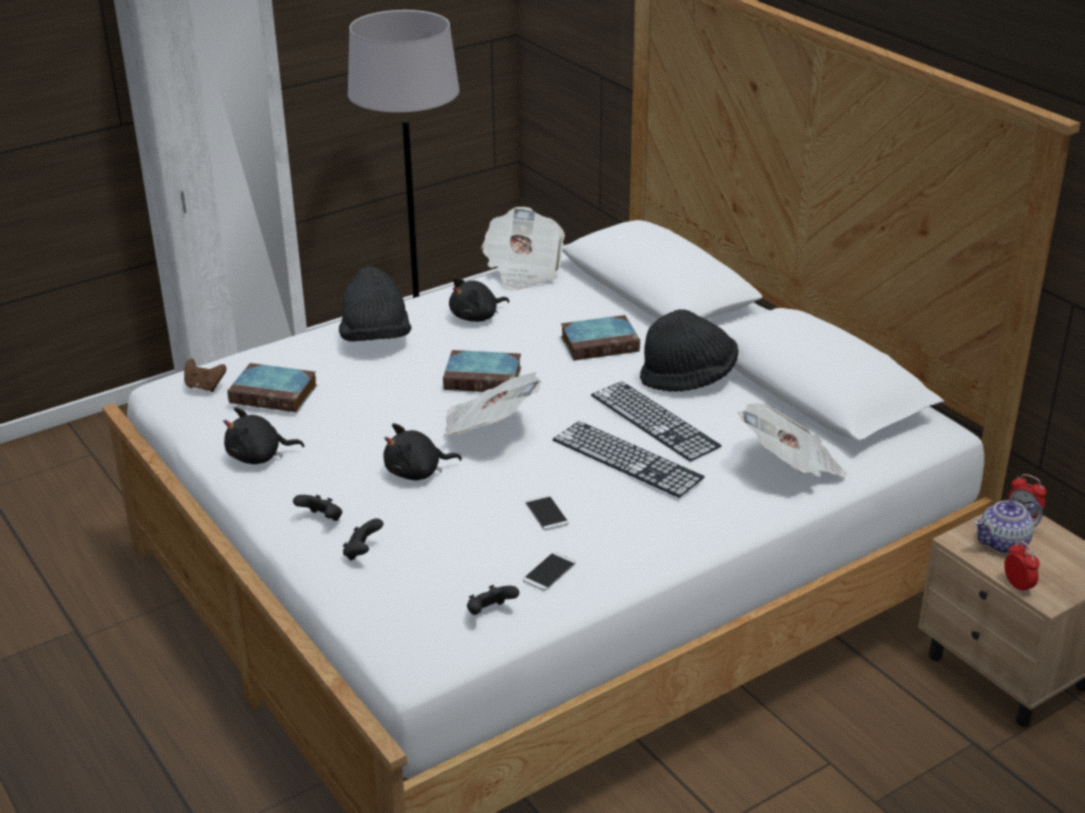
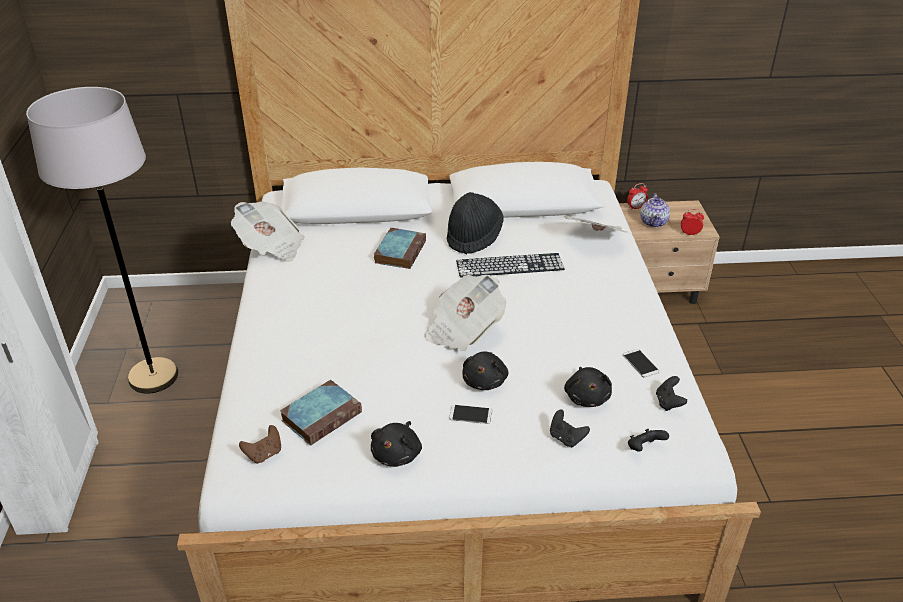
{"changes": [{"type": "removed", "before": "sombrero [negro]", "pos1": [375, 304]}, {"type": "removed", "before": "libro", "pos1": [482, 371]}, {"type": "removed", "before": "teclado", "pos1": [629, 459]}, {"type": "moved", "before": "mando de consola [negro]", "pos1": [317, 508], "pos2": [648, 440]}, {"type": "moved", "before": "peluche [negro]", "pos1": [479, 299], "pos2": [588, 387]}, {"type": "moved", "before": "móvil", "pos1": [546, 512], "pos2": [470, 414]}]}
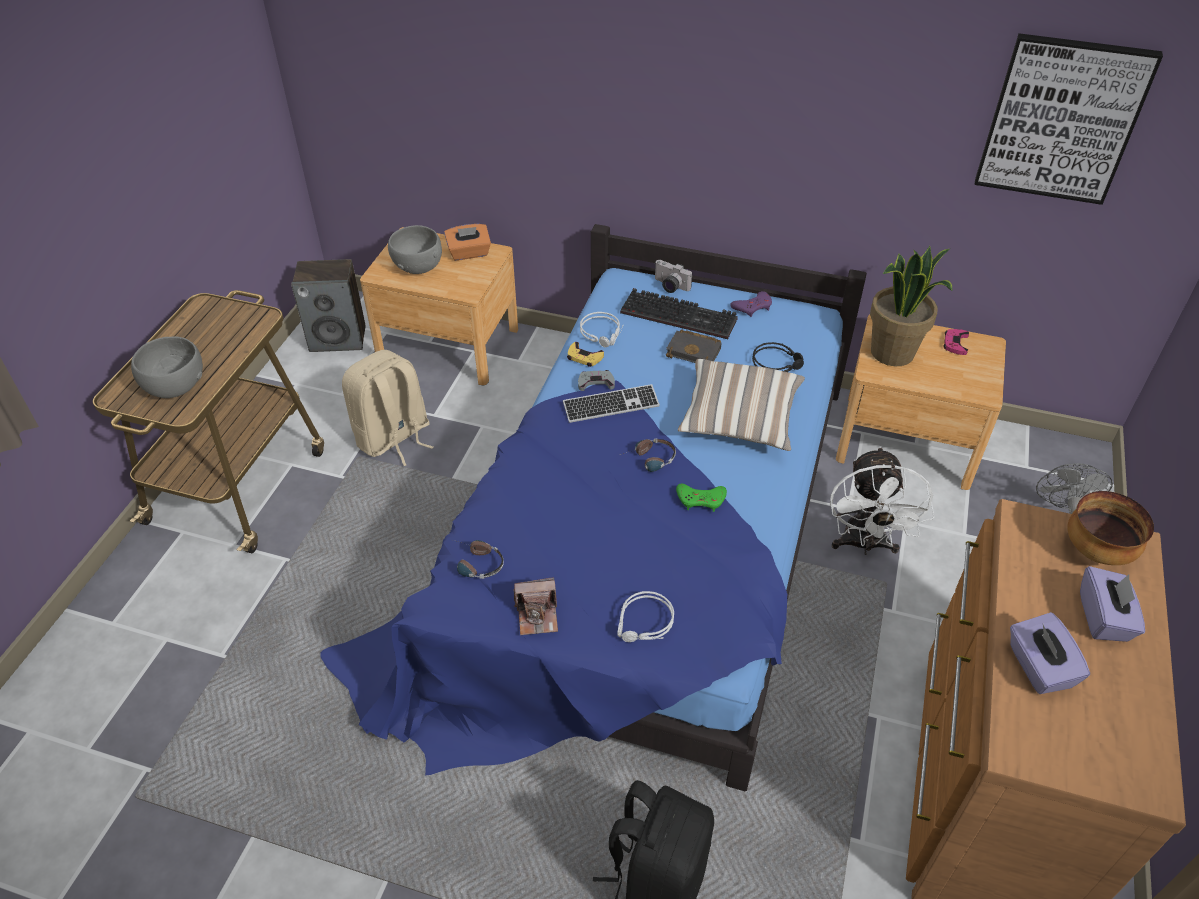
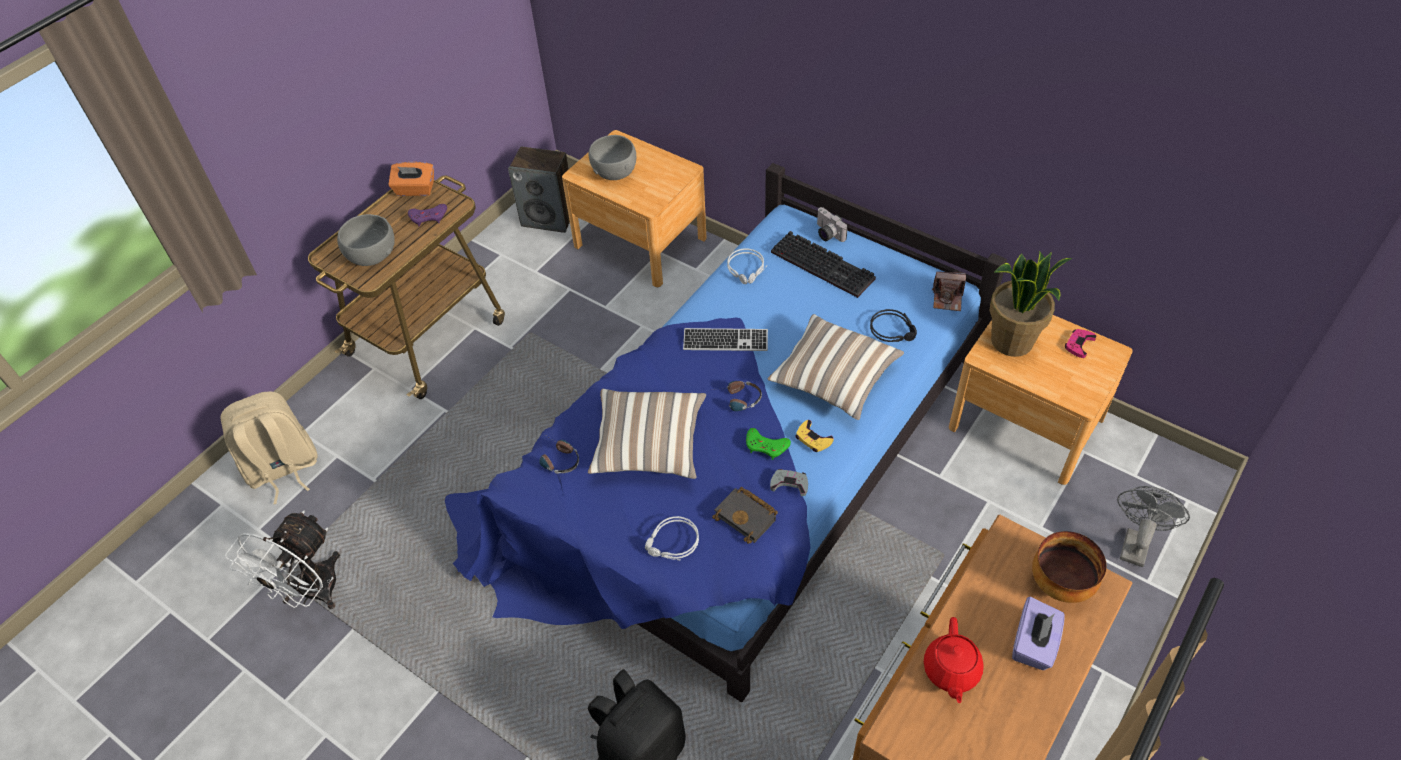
{"changes": [{"type": "removed", "before": "cuadro", "pos1": [1068, 119]}, {"type": "added", "after": "cojín", "pos2": [647, 434]}, {"type": "moved", "before": "mochila [beis]", "pos1": [388, 408], "pos2": [269, 447]}, {"type": "moved", "before": "caja de pañuelos [naranja]", "pos1": [467, 242], "pos2": [411, 179]}, {"type": "moved", "before": "cámara", "pos1": [535, 606], "pos2": [949, 291]}, {"type": "moved", "before": "mando de consola [amarillo]", "pos1": [585, 354], "pos2": [814, 436]}, {"type": "moved", "before": "mando de consola [gris]", "pos1": [596, 380], "pos2": [789, 482]}, {"type": "moved", "before": "libro [negro]", "pos1": [694, 346], "pos2": [745, 515]}, {"type": "moved", "before": "mando de consola [morado]", "pos1": [751, 304], "pos2": [427, 215]}, {"type": "moved", "before": "ventilador [blanco]", "pos1": [882, 500], "pos2": [282, 559]}, {"type": "replaced", "before": "caja de pañuelos [morado]", "after": "tetera [rojo]", "pos1": [1050, 653], "pos2": [954, 660]}]}
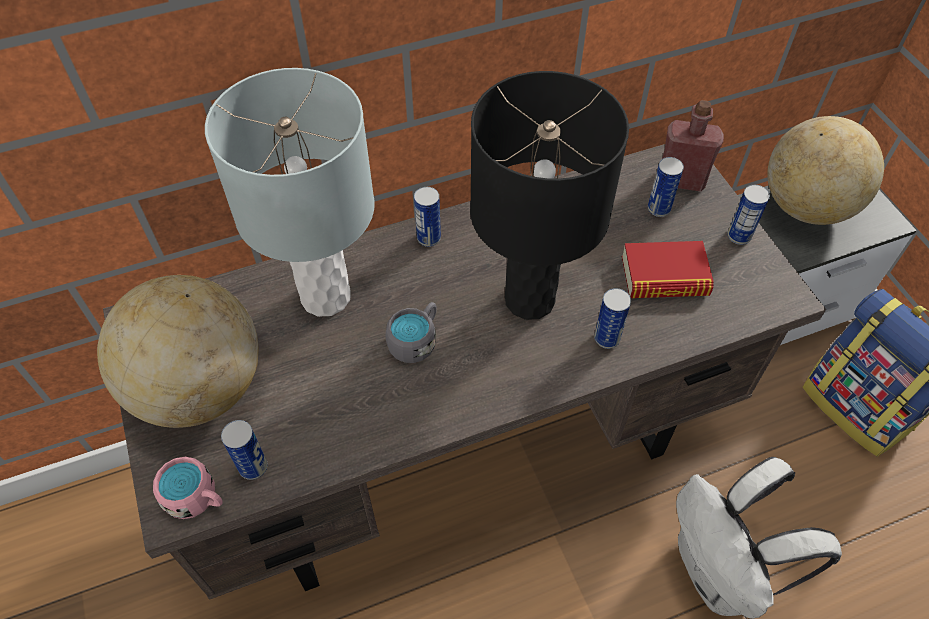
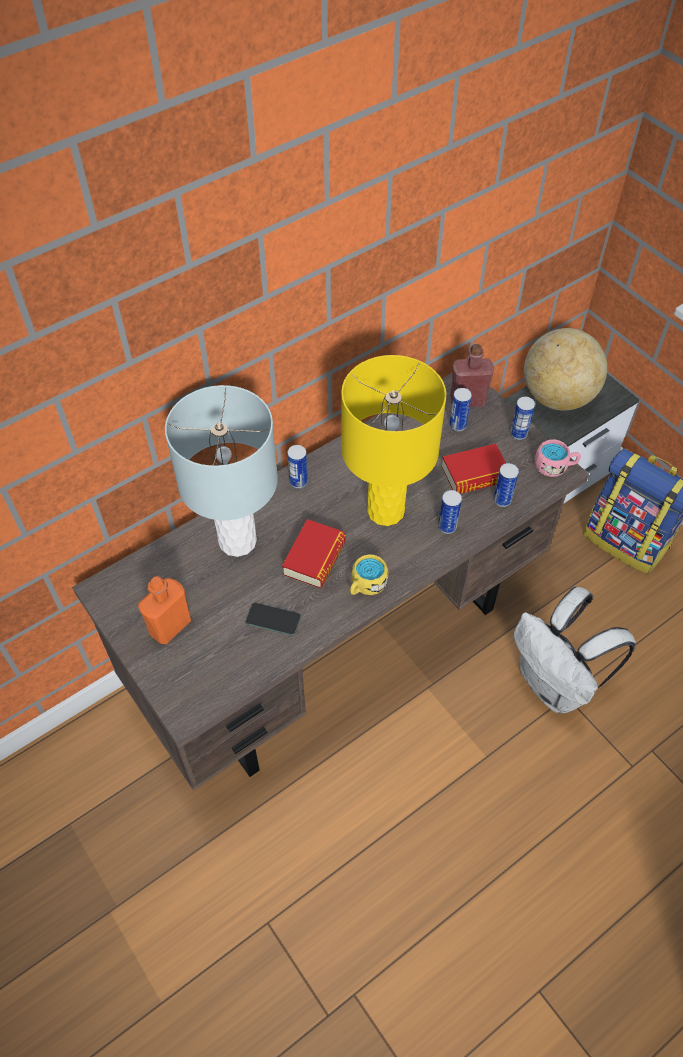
{"changes": [{"type": "added", "after": "móvil", "pos2": [273, 619]}, {"type": "added", "after": "taza grande [amarillo]", "pos2": [369, 574]}, {"type": "moved", "before": "taza grande [rosa]", "pos1": [188, 488], "pos2": [557, 458]}, {"type": "moved", "before": "lata", "pos1": [244, 450], "pos2": [506, 485]}, {"type": "replaced", "before": "globo terráqueo", "after": "botella [naranja]", "pos1": [177, 351], "pos2": [164, 610]}, {"type": "replaced", "before": "taza grande [gris]", "after": "libro", "pos1": [411, 332], "pos2": [314, 553]}, {"type": "recoloured", "before": "lámpara de mesa [negro]", "after": "lámpara de mesa [amarillo]", "pos1": [549, 195], "pos2": [393, 440]}]}
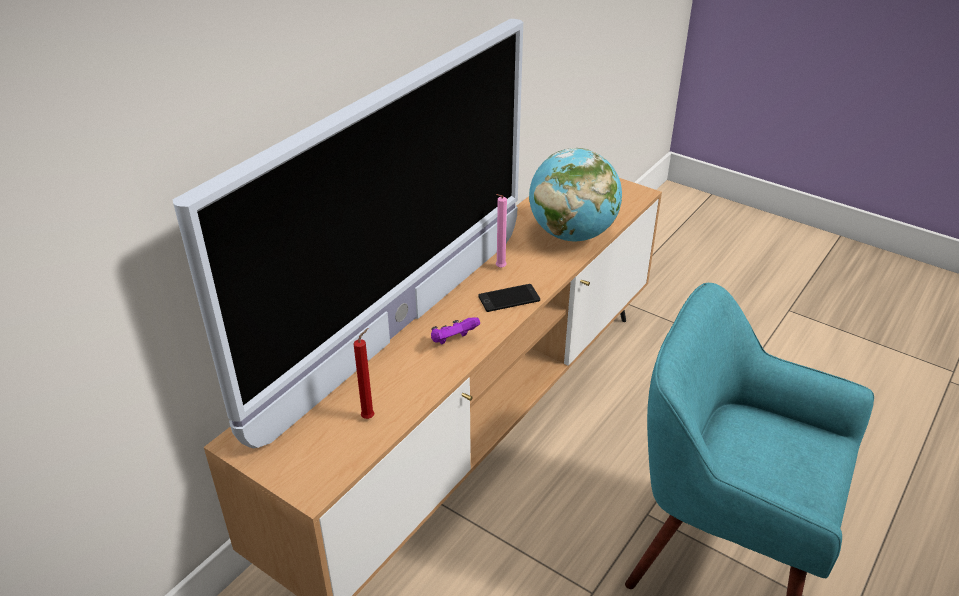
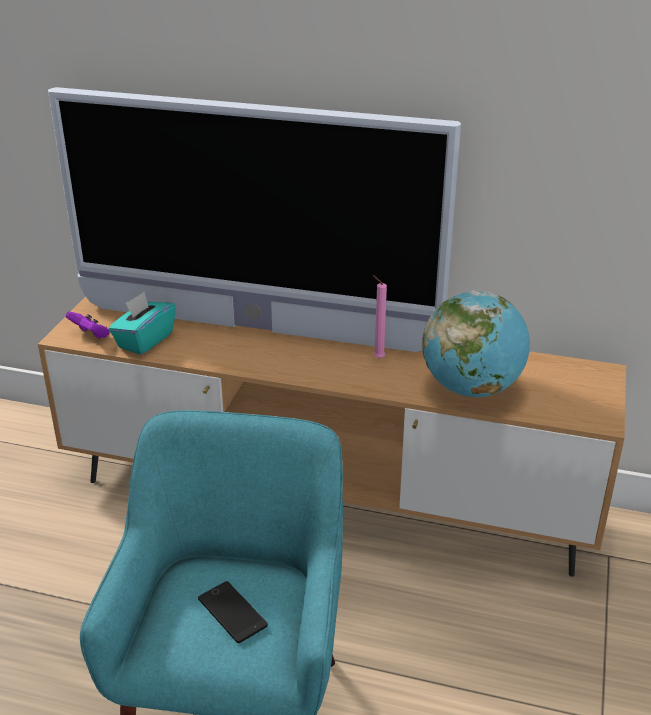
{"changes": [{"type": "moved", "before": "mando de consola [morado]", "pos1": [455, 330], "pos2": [88, 325]}, {"type": "moved", "before": "móvil", "pos1": [509, 298], "pos2": [233, 612]}, {"type": "replaced", "before": "vela [rojo]", "after": "caja de pañuelos [turquesa]", "pos1": [364, 373], "pos2": [142, 323]}]}
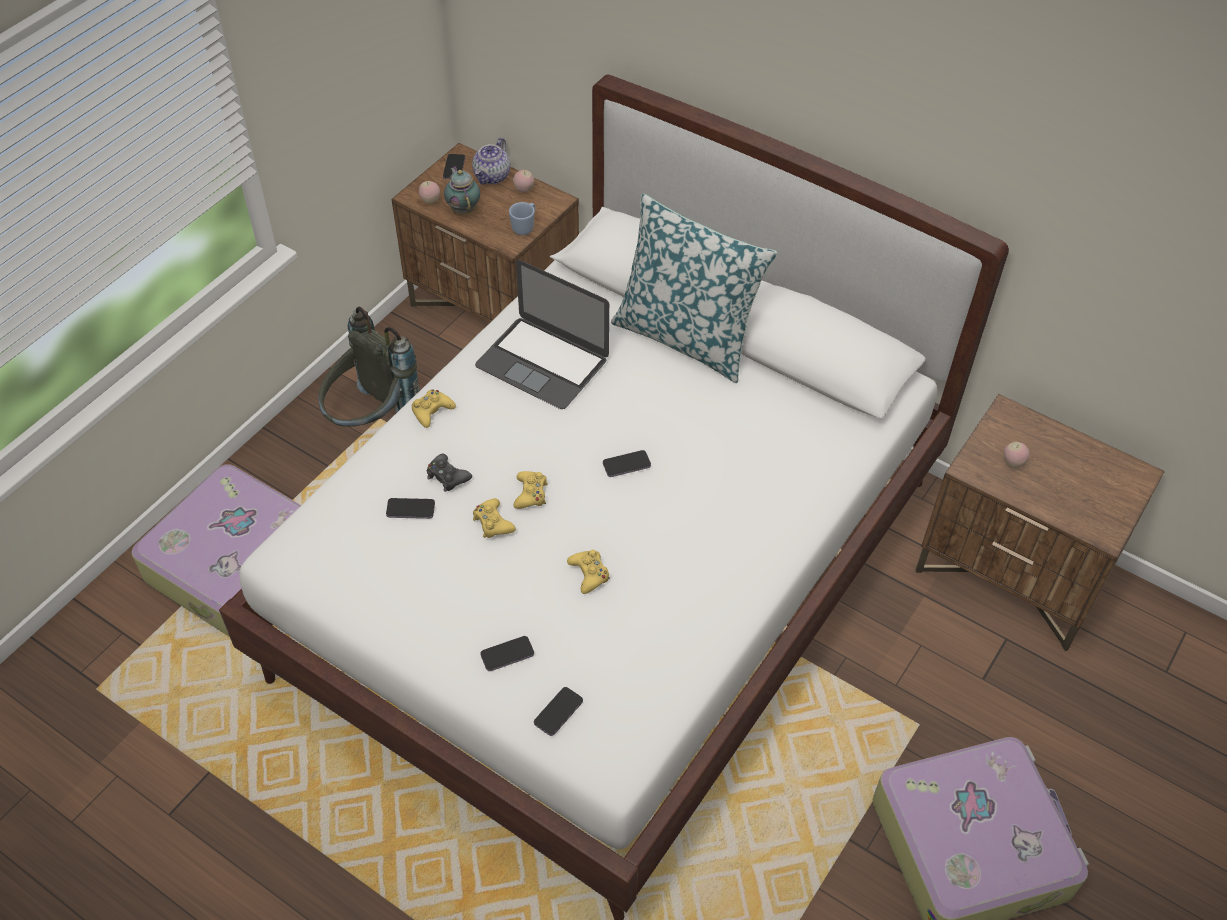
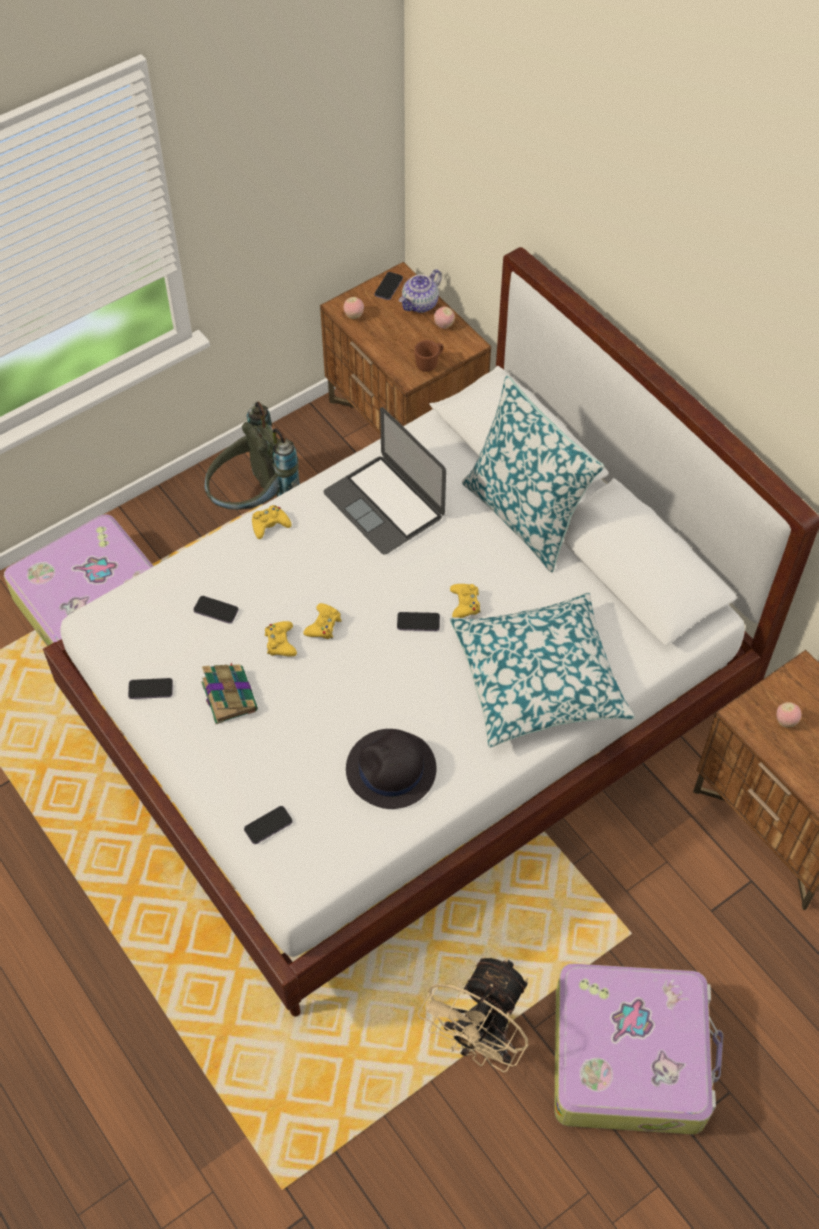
{"changes": [{"type": "removed", "before": "mando de consola [negro]", "pos1": [449, 472]}, {"type": "removed", "before": "tetera", "pos1": [462, 190]}, {"type": "added", "after": "libro", "pos2": [229, 693]}, {"type": "added", "after": "sombrero [negro]", "pos2": [391, 769]}, {"type": "added", "after": "ventilador [beis]", "pos2": [473, 1013]}, {"type": "added", "after": "cojín", "pos2": [542, 670]}, {"type": "moved", "before": "móvil", "pos1": [507, 653], "pos2": [150, 688]}, {"type": "moved", "before": "mando de consola [amarillo]", "pos1": [588, 571], "pos2": [465, 601]}, {"type": "recoloured", "before": "taza grande [azul]", "after": "taza grande [marrón]", "pos1": [522, 218], "pos2": [429, 356]}]}
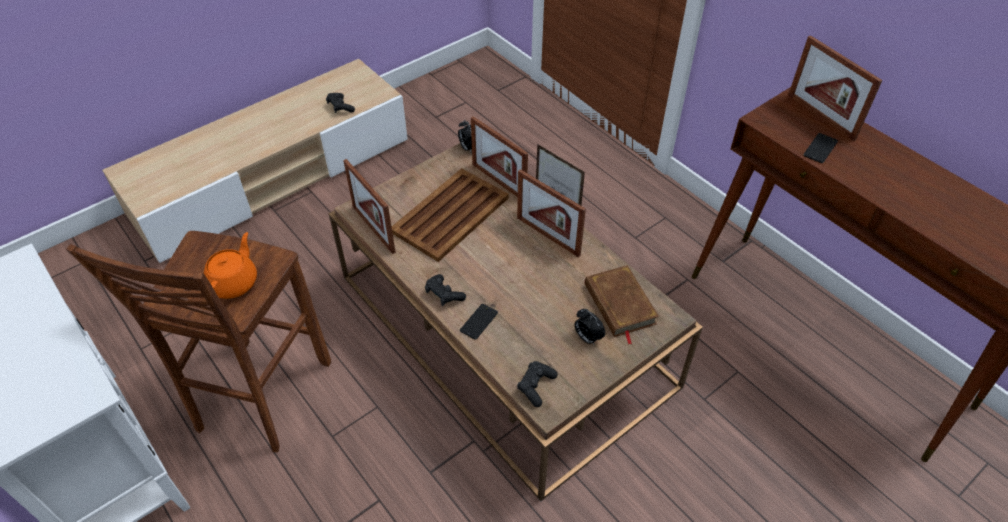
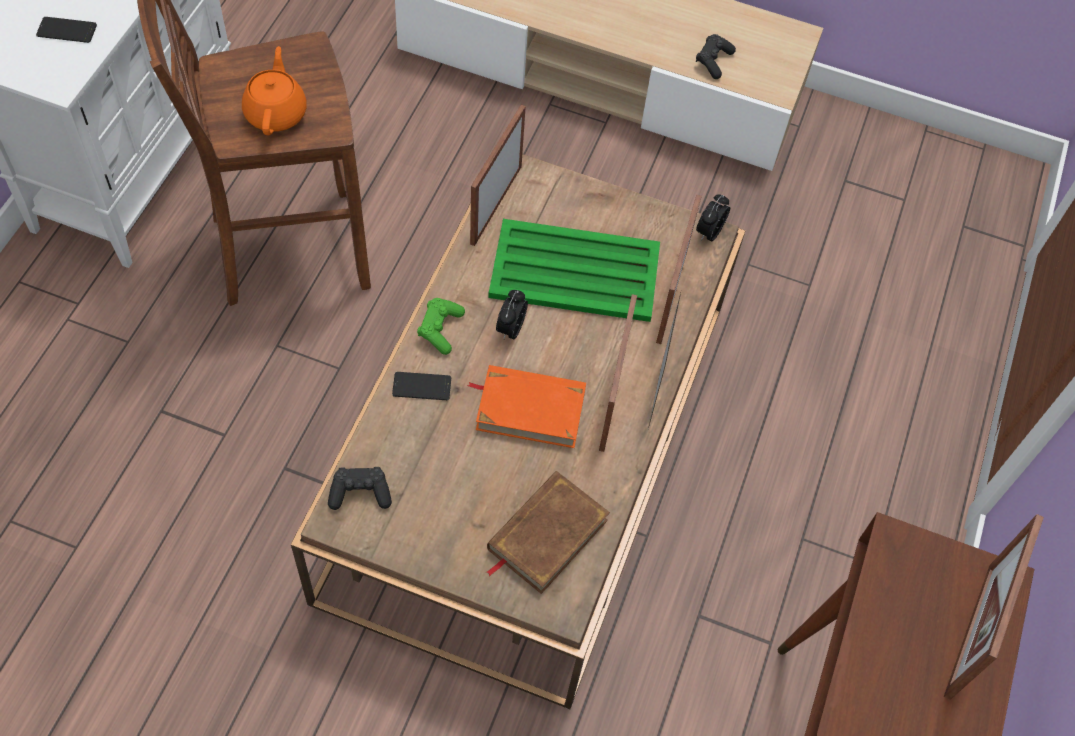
{"changes": [{"type": "added", "after": "libro [naranja]", "pos2": [526, 406]}, {"type": "moved", "before": "despertador", "pos1": [590, 327], "pos2": [512, 314]}, {"type": "moved", "before": "móvil", "pos1": [820, 148], "pos2": [66, 30]}, {"type": "recoloured", "before": "bandeja [marrón]", "after": "bandeja [verde]", "pos1": [450, 215], "pos2": [574, 270]}, {"type": "recoloured", "before": "mando de consola [negro]", "after": "mando de consola [verde]", "pos1": [445, 290], "pos2": [441, 326]}, {"type": "turned", "before": "tetera [naranja]", "pos1": [230, 265], "pos2": [274, 90], "turn": -75}]}
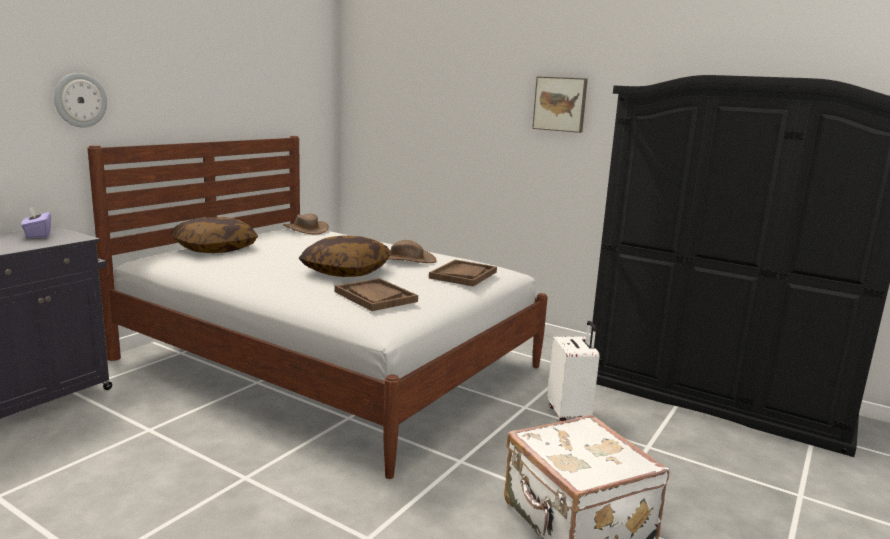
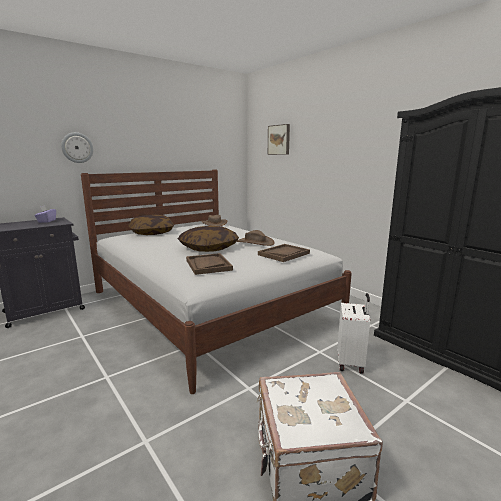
{"changes": [{"type": "moved", "before": "cuadro", "pos1": [560, 104], "pos2": [279, 139]}]}
